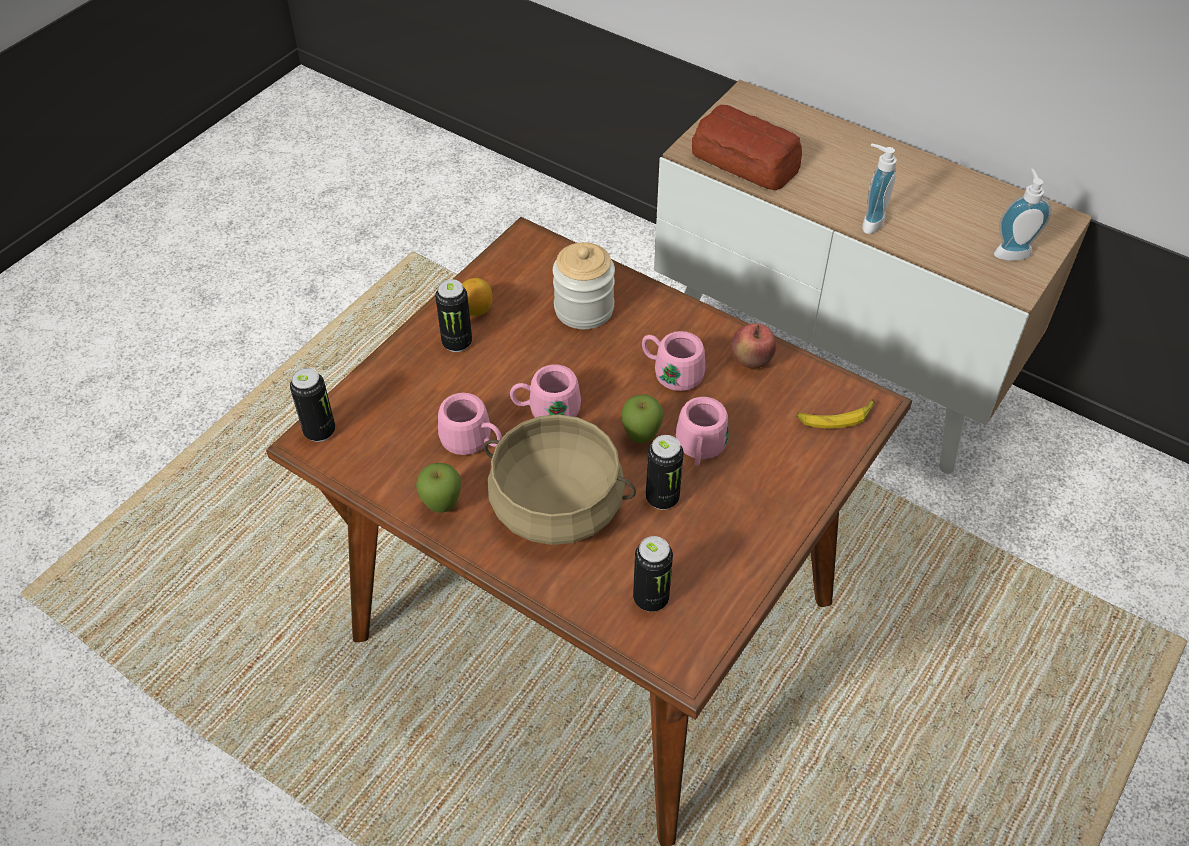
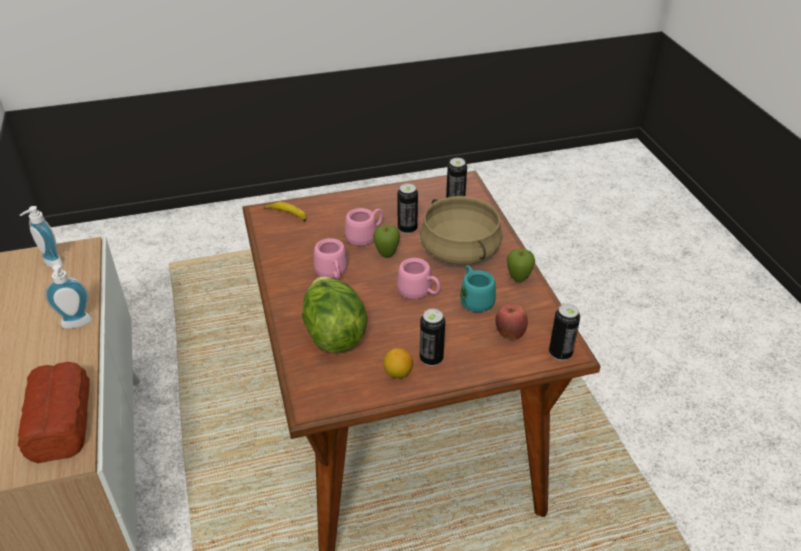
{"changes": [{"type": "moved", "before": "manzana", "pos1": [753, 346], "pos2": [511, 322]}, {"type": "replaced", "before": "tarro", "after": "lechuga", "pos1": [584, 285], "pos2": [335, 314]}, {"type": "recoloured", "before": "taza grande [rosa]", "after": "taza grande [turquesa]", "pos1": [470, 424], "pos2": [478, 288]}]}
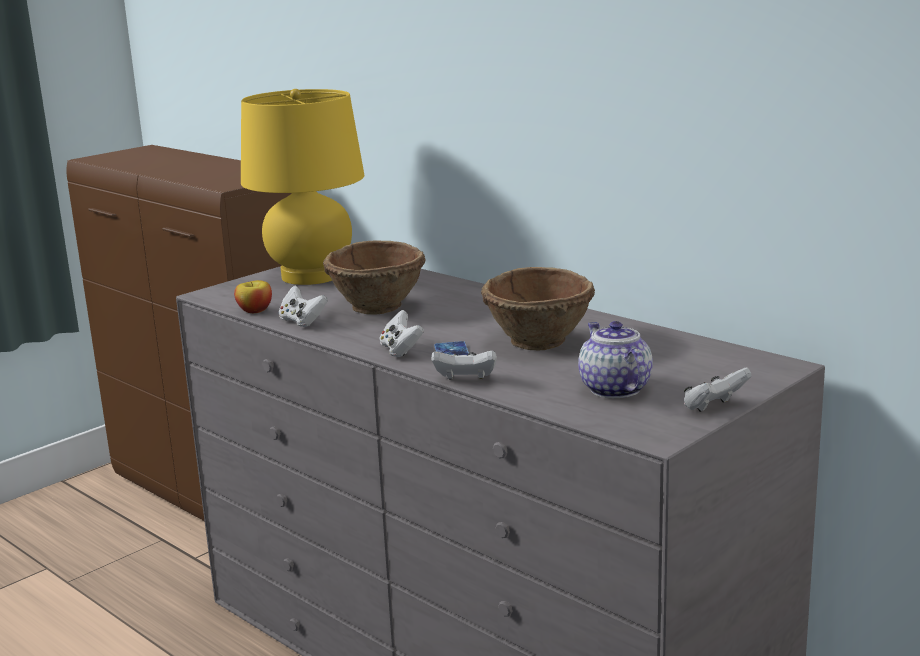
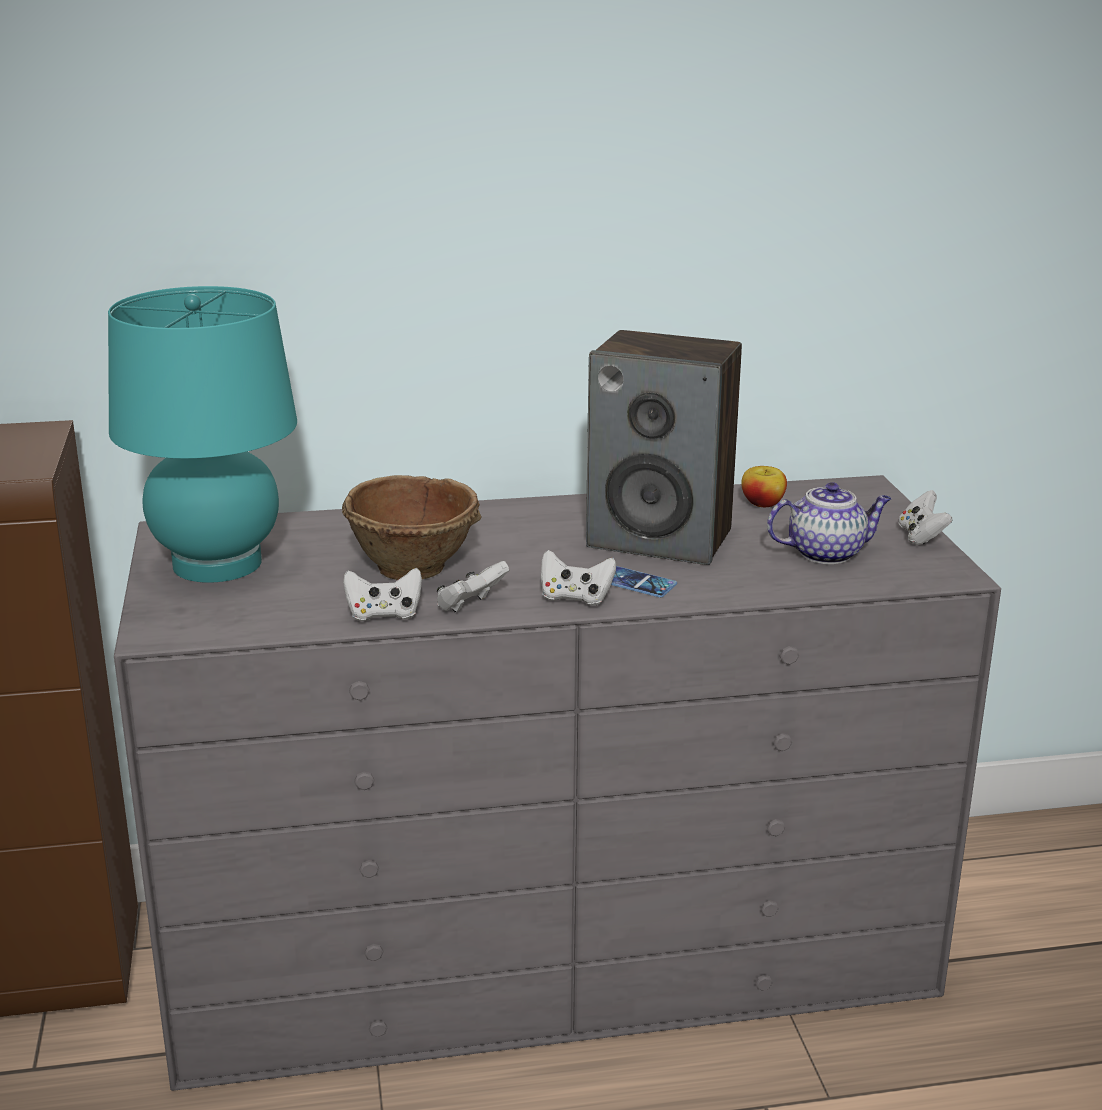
{"changes": [{"type": "moved", "before": "manzana", "pos1": [253, 296], "pos2": [764, 486]}, {"type": "moved", "before": "mando de consola [blanco]", "pos1": [464, 365], "pos2": [473, 586]}, {"type": "replaced", "before": "cuenco [marrón]", "after": "altavoz", "pos1": [538, 308], "pos2": [664, 447]}, {"type": "recoloured", "before": "lámpara de mesa [amarillo]", "after": "lámpara de mesa [turquesa]", "pos1": [302, 187], "pos2": [202, 434]}, {"type": "turned", "before": "tetera", "pos1": [615, 359], "pos2": [829, 523], "turn": 150}]}
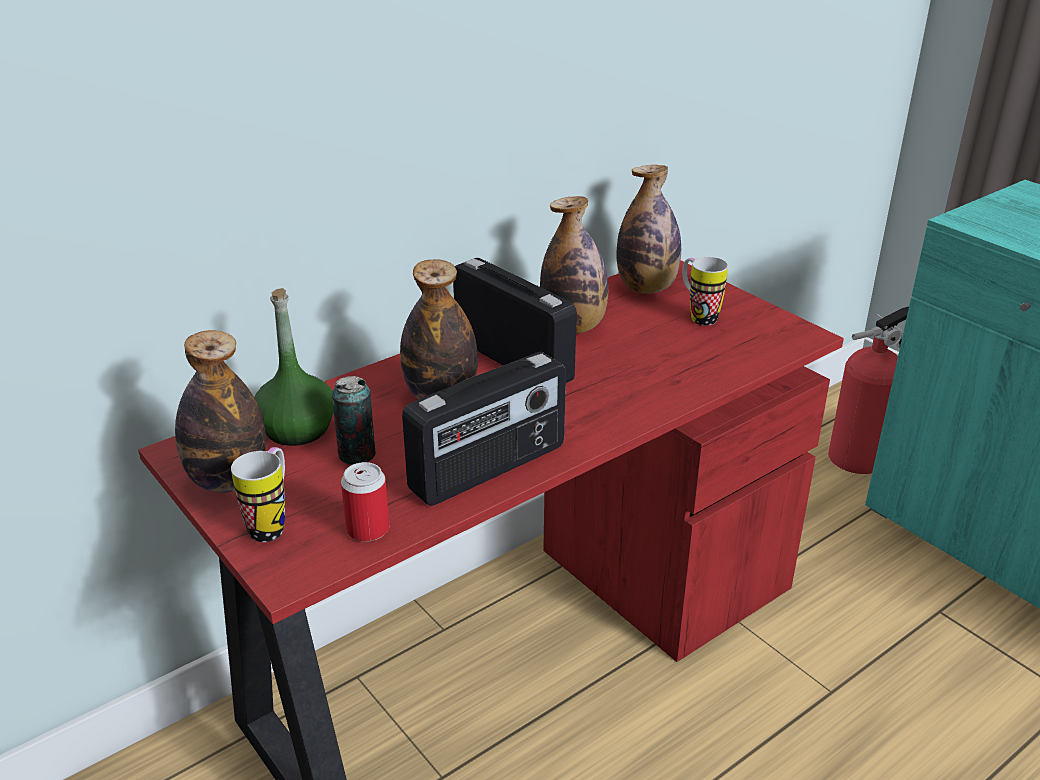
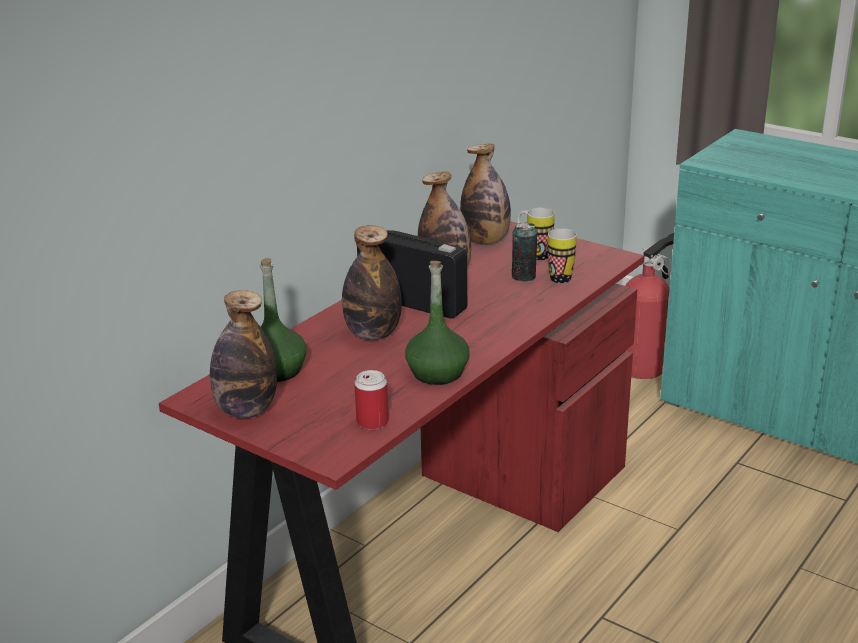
{"changes": [{"type": "moved", "before": "taza grande", "pos1": [258, 494], "pos2": [562, 256]}, {"type": "moved", "before": "lata", "pos1": [354, 420], "pos2": [524, 252]}, {"type": "replaced", "before": "radio", "after": "botella [verde]", "pos1": [484, 429], "pos2": [437, 323]}]}
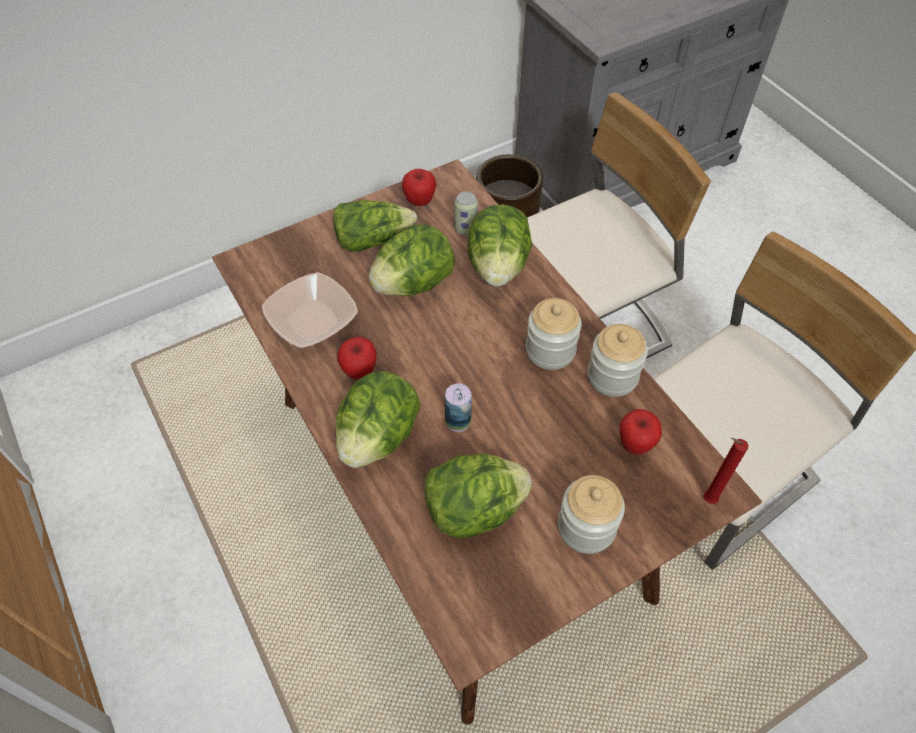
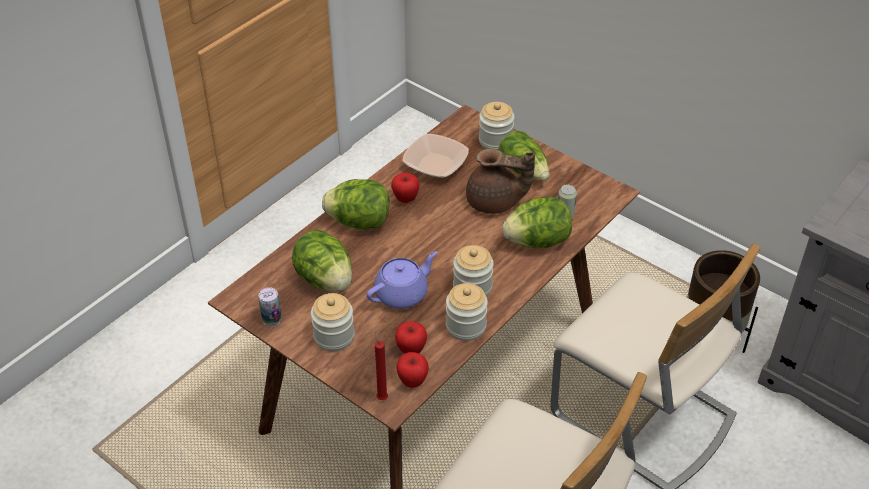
{"changes": [{"type": "added", "after": "tetera [morado]", "pos2": [402, 280]}, {"type": "added", "after": "tarro", "pos2": [497, 126]}, {"type": "moved", "before": "manzana", "pos1": [419, 187], "pos2": [412, 370]}, {"type": "moved", "before": "lata", "pos1": [458, 407], "pos2": [270, 307]}, {"type": "replaced", "before": "lechuga", "after": "tetera [marrón]", "pos1": [411, 260], "pos2": [500, 181]}]}
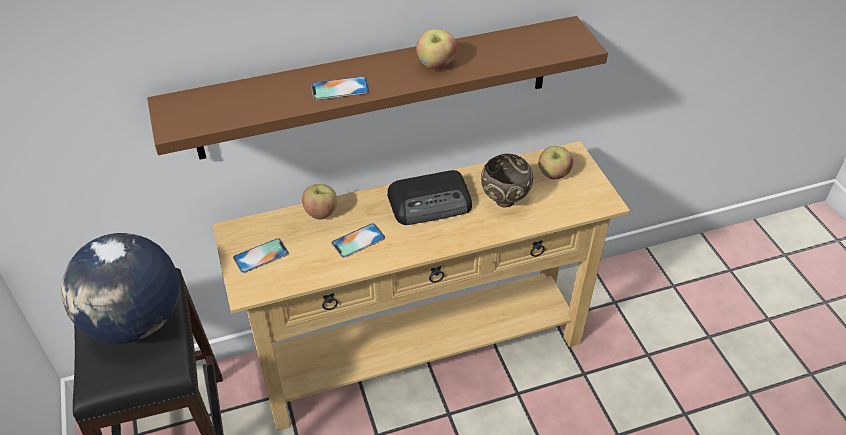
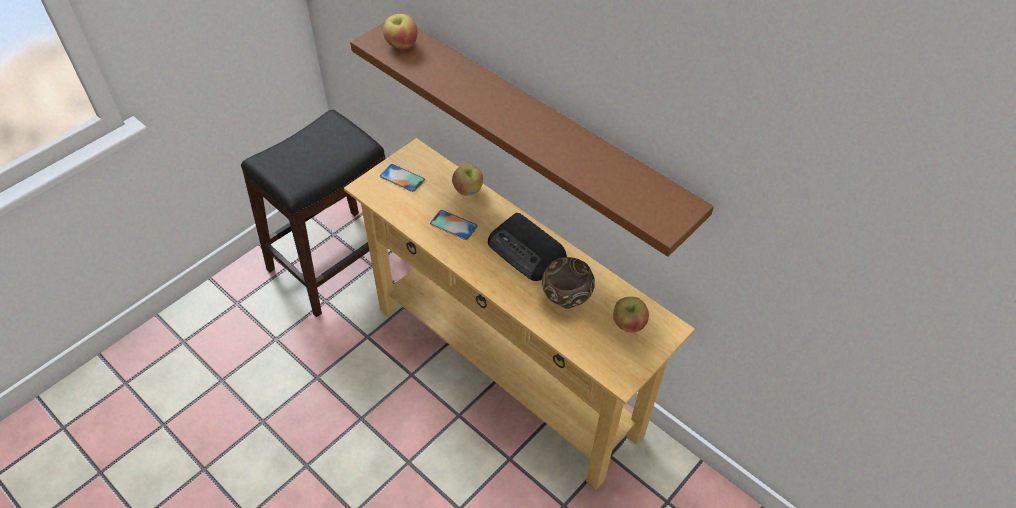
{"changes": [{"type": "removed", "before": "globo terráqueo", "pos1": [120, 288]}, {"type": "removed", "before": "móvil", "pos1": [340, 88]}, {"type": "moved", "before": "manzana", "pos1": [436, 49], "pos2": [400, 31]}]}
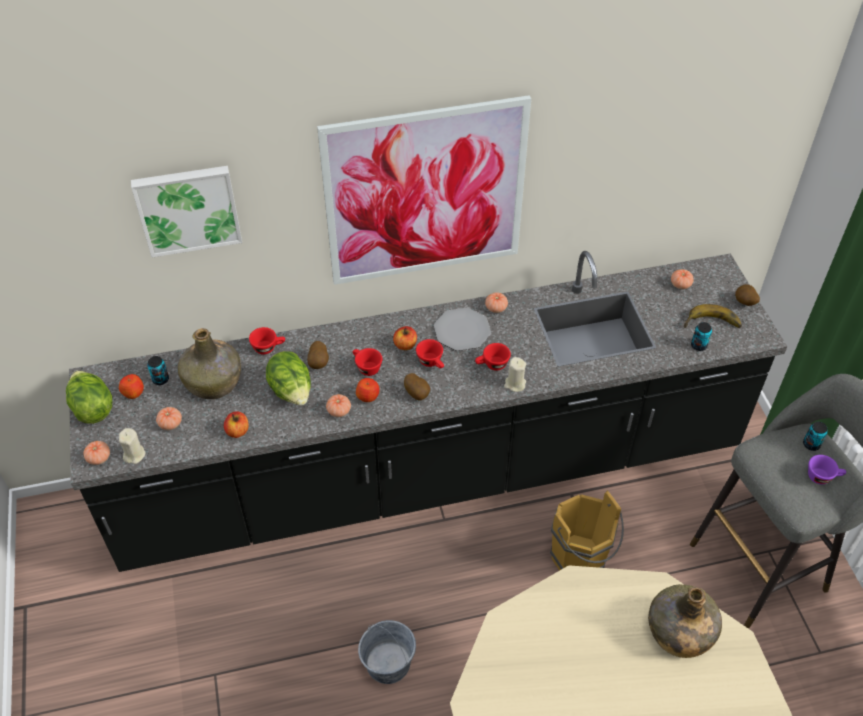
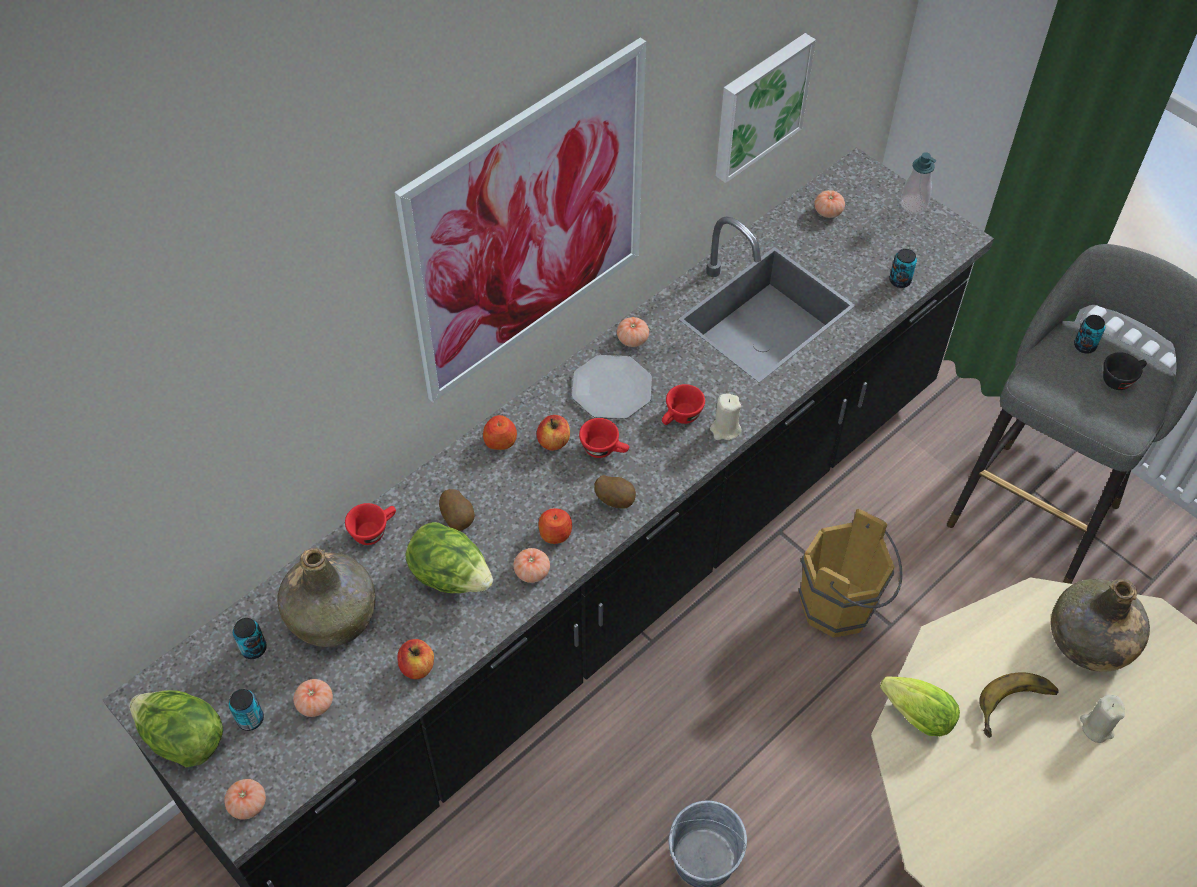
{"changes": [{"type": "removed", "before": "taza [rojo]", "pos1": [367, 362]}, {"type": "added", "after": "lata", "pos2": [246, 710]}, {"type": "added", "after": "lechuga", "pos2": [920, 706]}, {"type": "moved", "before": "manzana", "pos1": [131, 386], "pos2": [500, 432]}, {"type": "moved", "before": "vela [beis]", "pos1": [132, 446], "pos2": [1102, 719]}, {"type": "moved", "before": "cuadro", "pos1": [186, 211], "pos2": [766, 108]}, {"type": "moved", "before": "plátano", "pos1": [713, 316], "pos2": [1019, 705]}, {"type": "replaced", "before": "patata", "after": "dispensador de jabón", "pos1": [747, 295], "pos2": [918, 183]}, {"type": "recoloured", "before": "taza [morado]", "after": "taza [negro]", "pos1": [827, 469], "pos2": [1125, 371]}]}
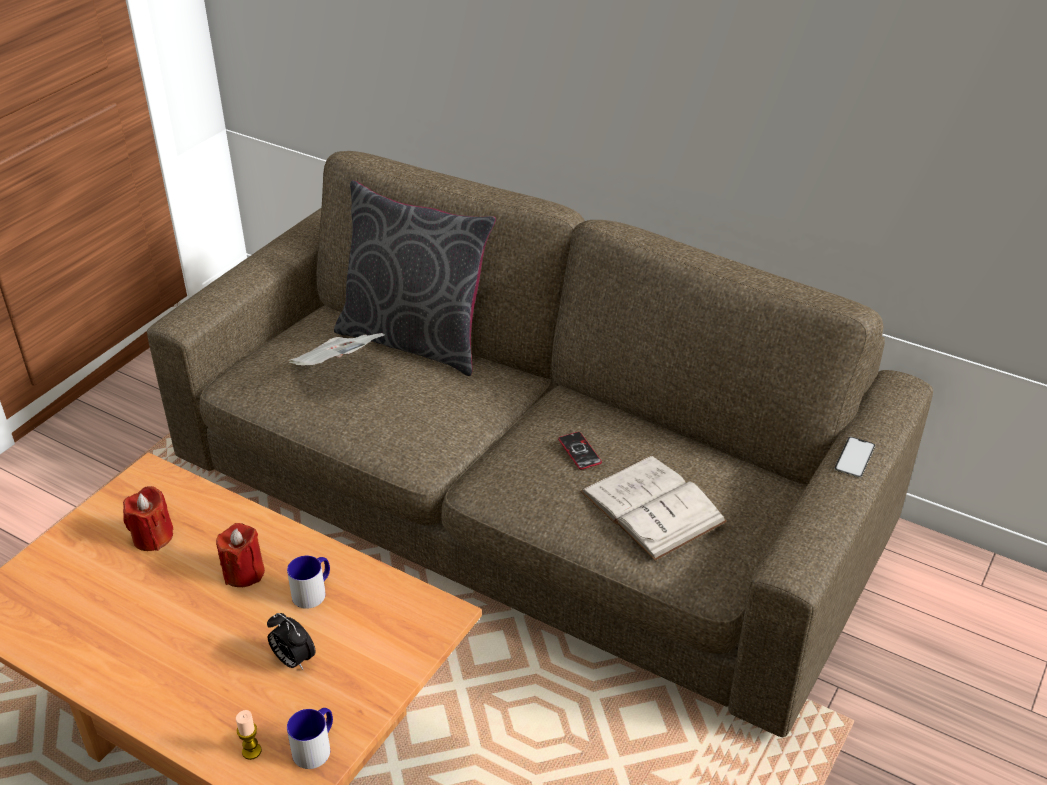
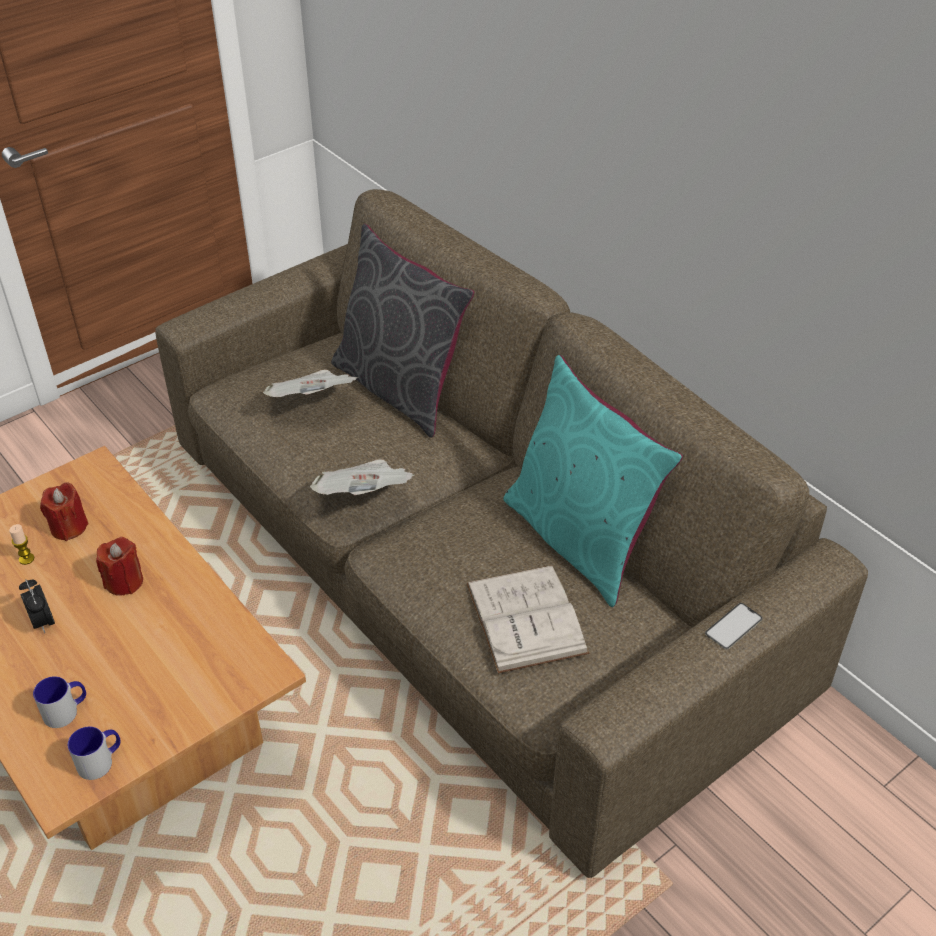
{"changes": [{"type": "removed", "before": "móvil", "pos1": [580, 451]}, {"type": "added", "after": "periódico", "pos2": [362, 477]}, {"type": "added", "after": "cojín [turquesa]", "pos2": [593, 481]}, {"type": "moved", "before": "vela", "pos1": [248, 735], "pos2": [21, 544]}, {"type": "moved", "before": "despertador", "pos1": [291, 642], "pos2": [37, 606]}, {"type": "moved", "before": "taza grande", "pos1": [308, 582], "pos2": [59, 702]}]}
